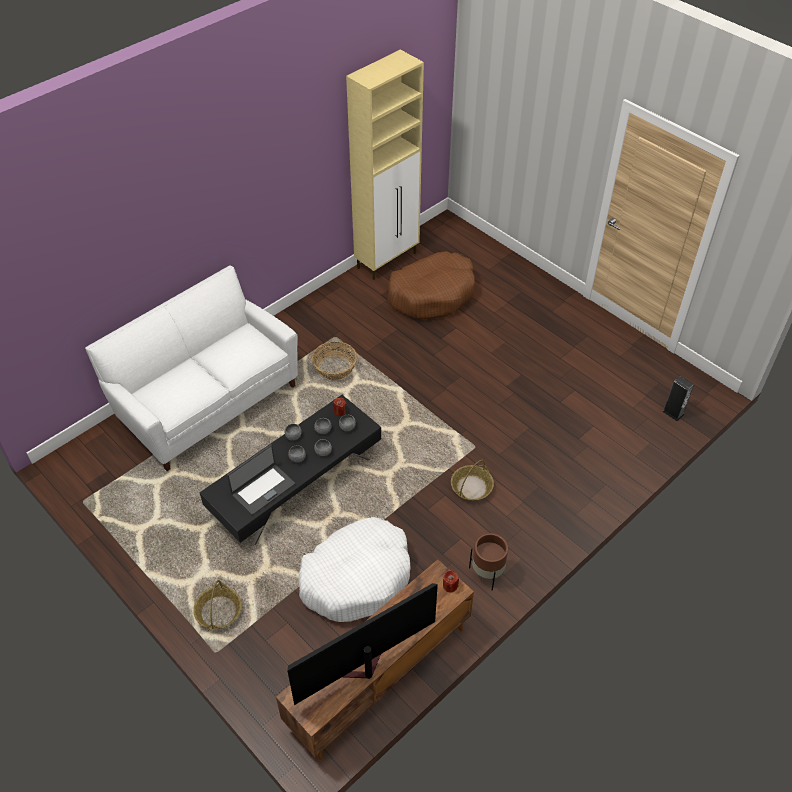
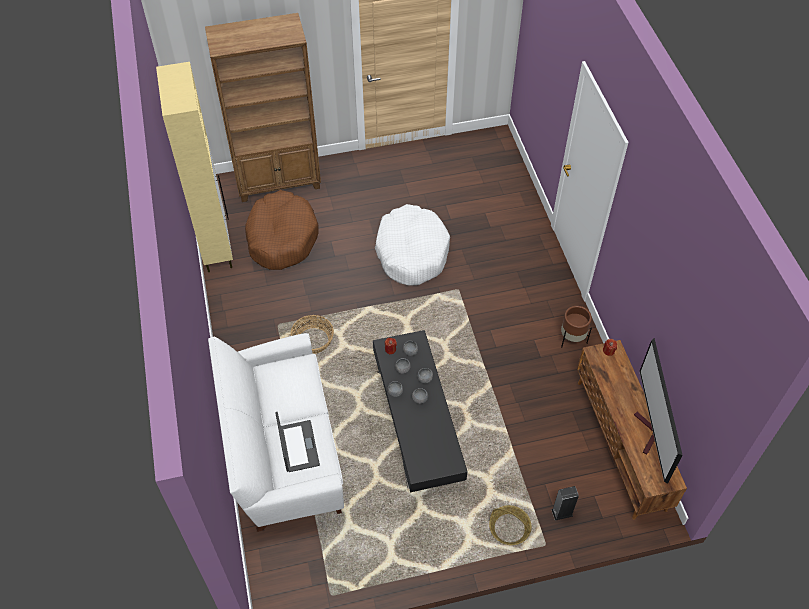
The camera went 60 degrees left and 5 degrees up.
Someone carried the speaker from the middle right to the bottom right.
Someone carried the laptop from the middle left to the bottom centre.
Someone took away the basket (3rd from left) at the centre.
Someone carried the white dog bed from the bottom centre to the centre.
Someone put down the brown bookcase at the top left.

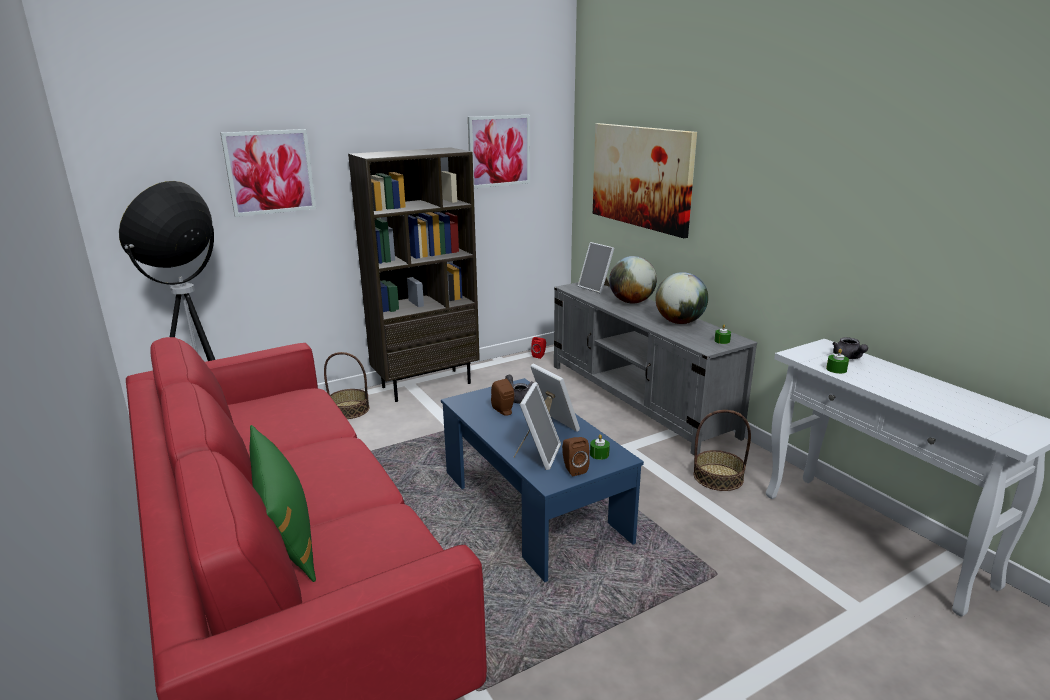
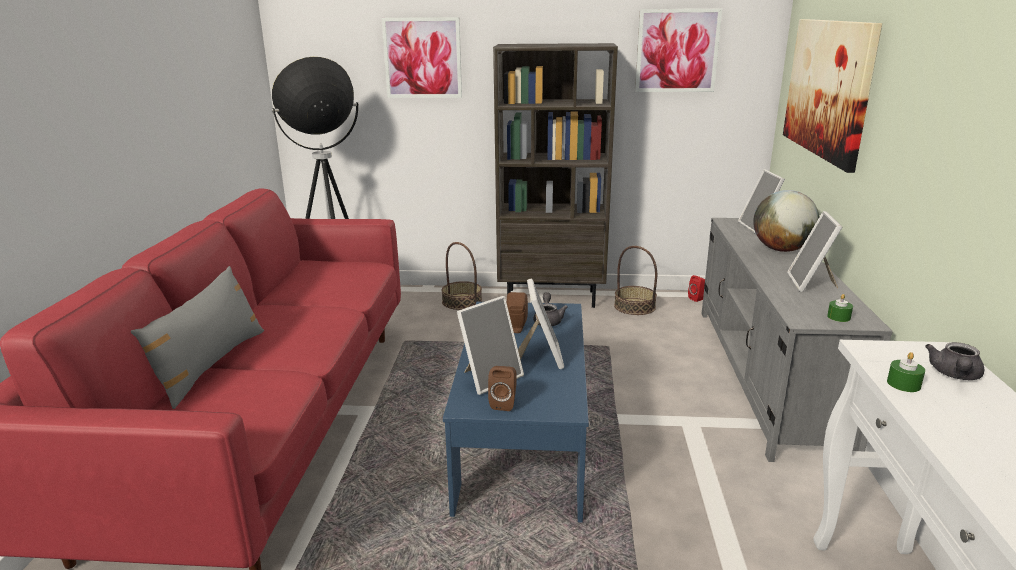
The camera went 35 degrees right and 0 degrees up.
Someone swapped the globe (2nd from left) at the centre for the picture frame (4th from left) at the middle right.
Someone carried the basket (2nd from left) from the middle right to the centre.
Someone repainted the green pillow at the bottom left, which became the grey pillow at the middle left.
Someone took away the green candle (1st from left) at the centre.

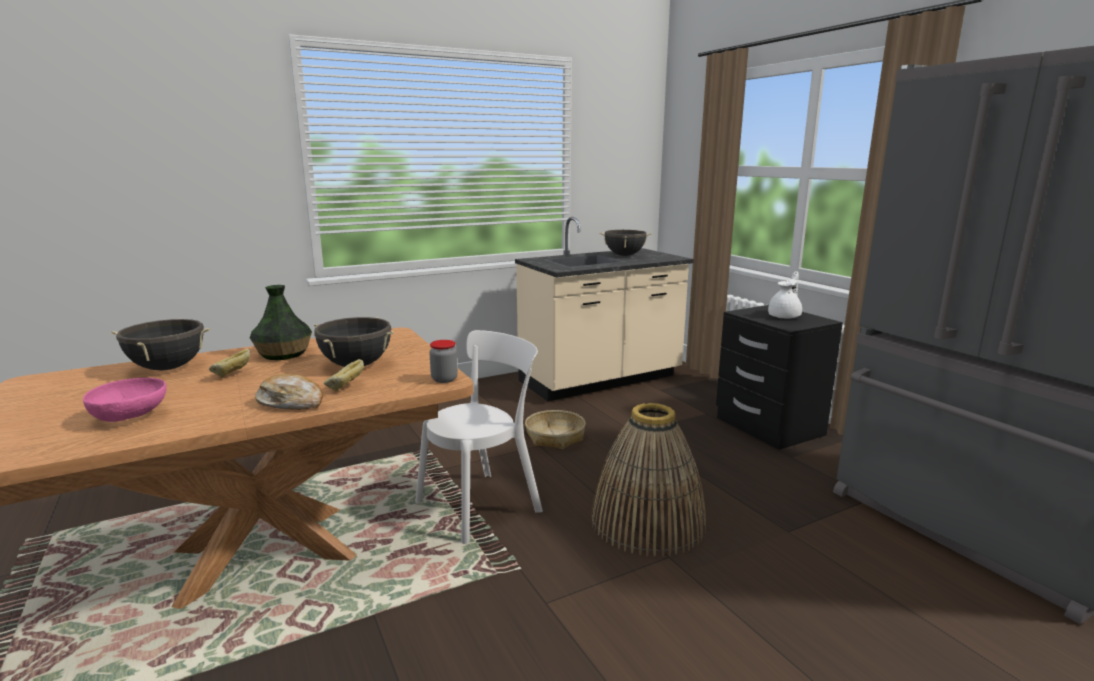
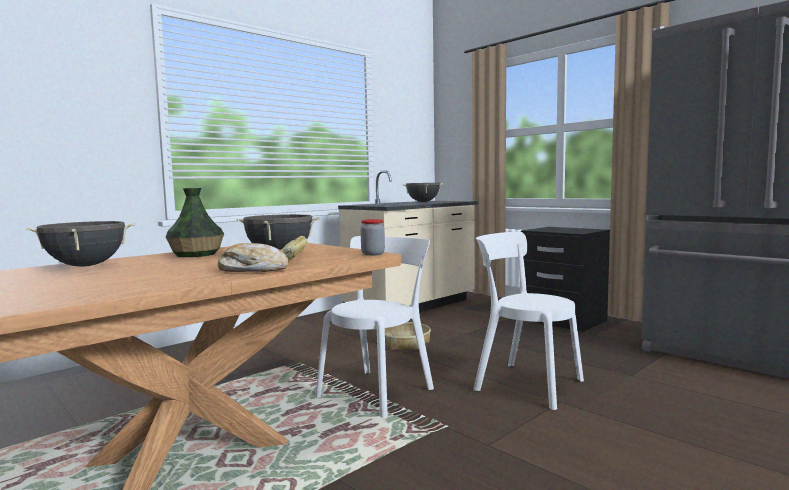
The camera went 15 degrees left and 10 degrees down.
Someone took away the white teapot at the middle right.
Someone took away the bread (1st from left) at the middle left.
Someone took away the pink bowl at the middle left.
Someone swapped the basket (2nd from left) at the bottom centre for the white chair (2nd from left) at the middle right.

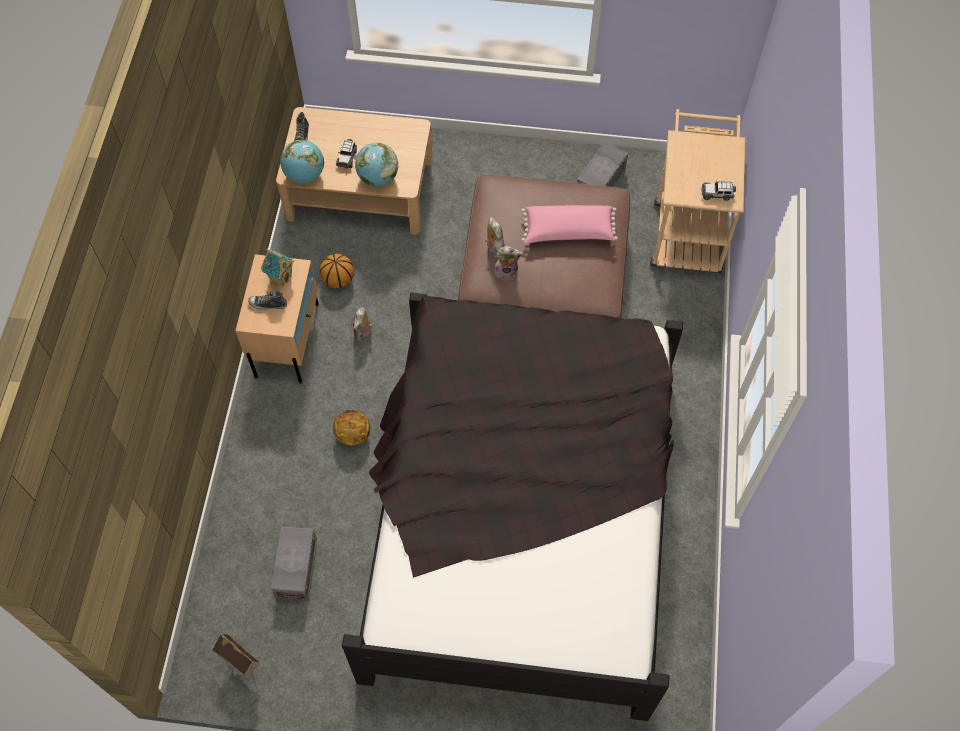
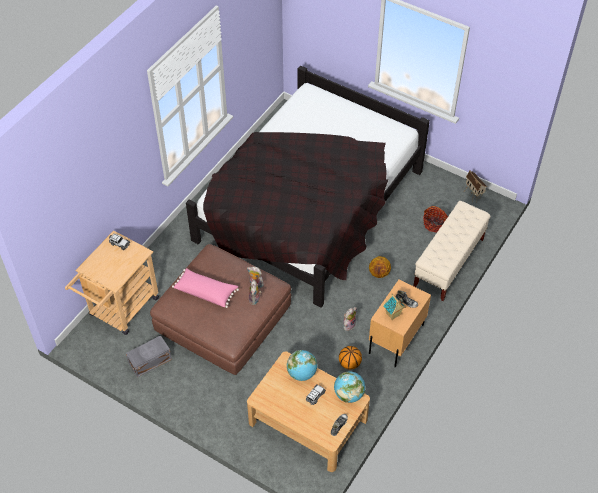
The camera went 155 degrees left and 10 degrees down.
Someone swapped the grey storage box (1st from left) at the bottom left for the basket at the middle right.
Someone put down the beige bench at the middle right.

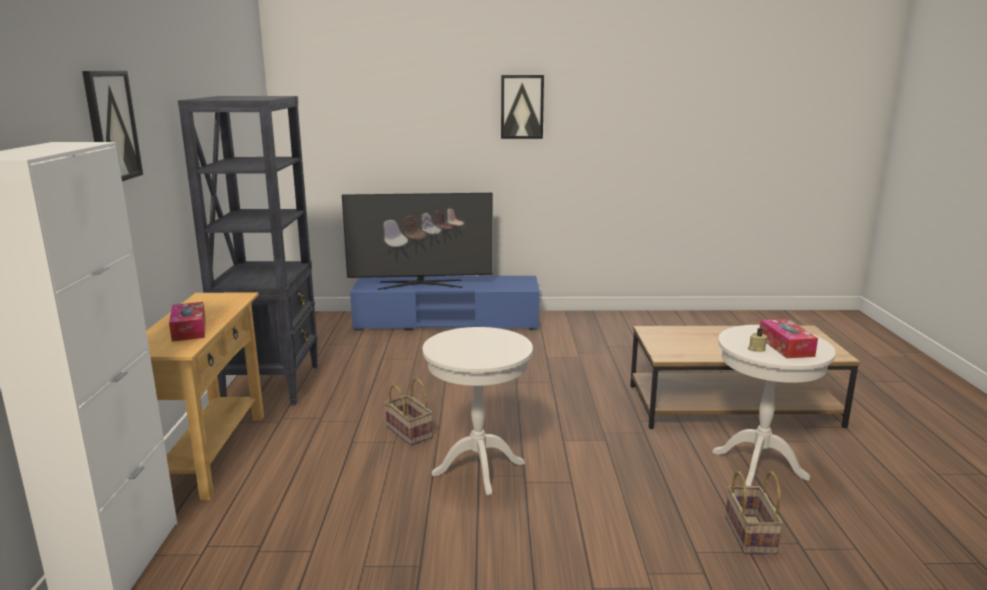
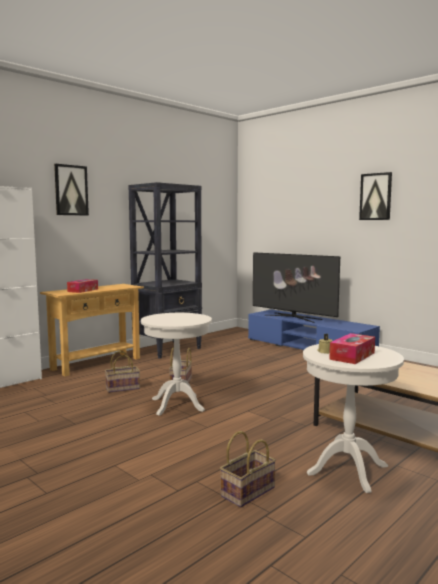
The camera went 45 degrees right and 10 degrees down.
Someone put down the basket (1st from left) at the middle left.

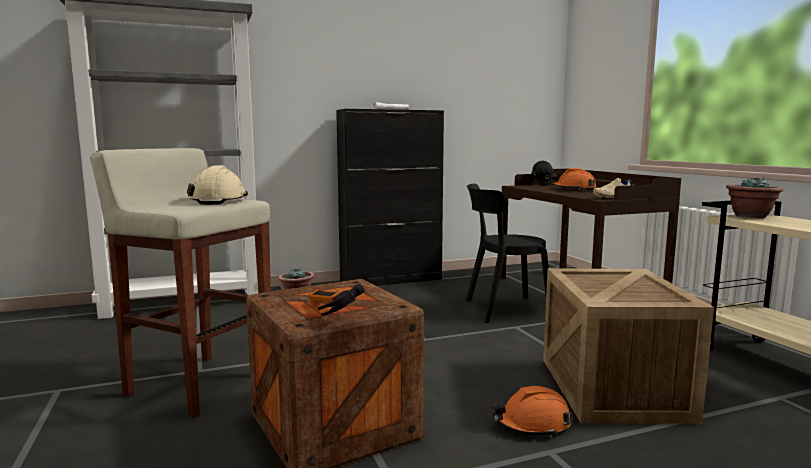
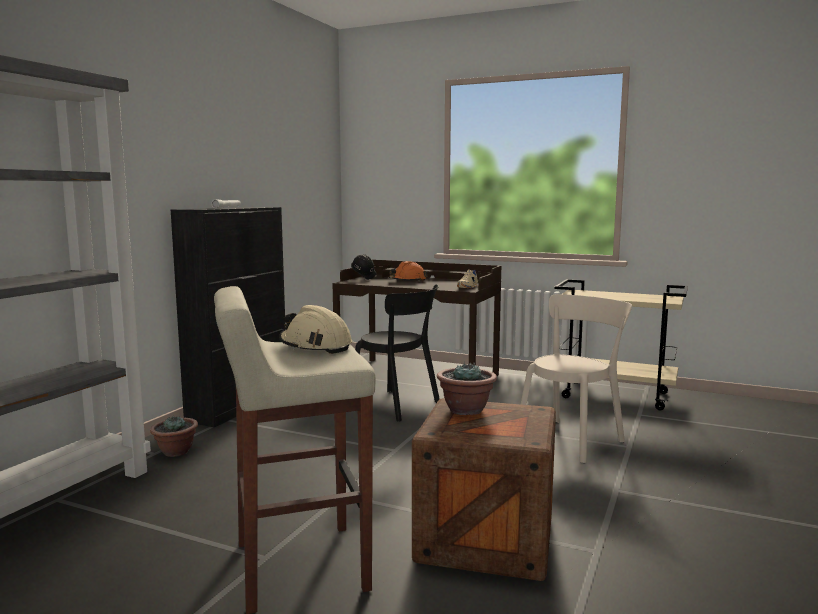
The camera went 45 degrees left and 0 degrees up.
Someone carried the potted plant (2nd from left) from the middle right to the centre.
Someone rotated the black chair at the centre by 90 degrees counterclockwise.
Someone swapped the crate (2nd from left) at the bottom right for the beige chair at the middle right.
Someone took away the hammer at the centre.
Someone took away the orange hard hat (1st from left) at the bottom centre.

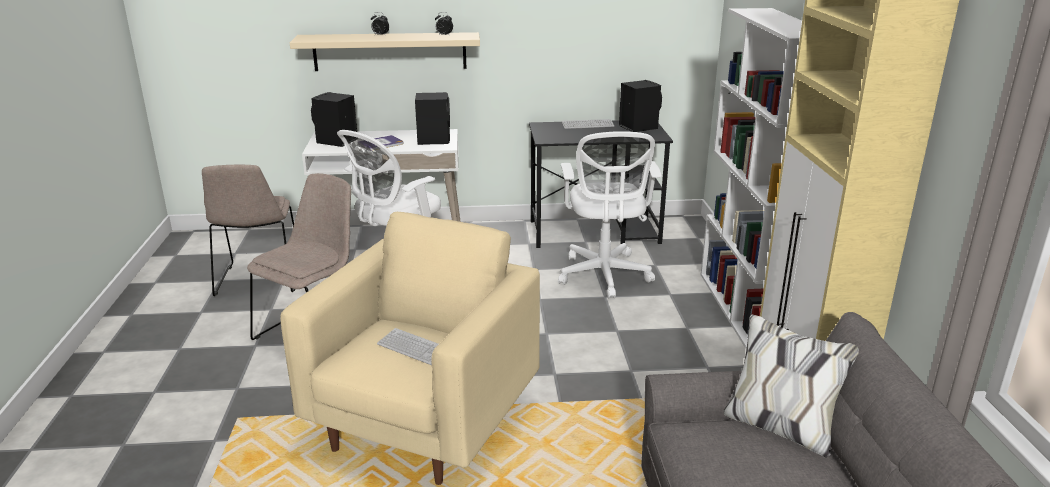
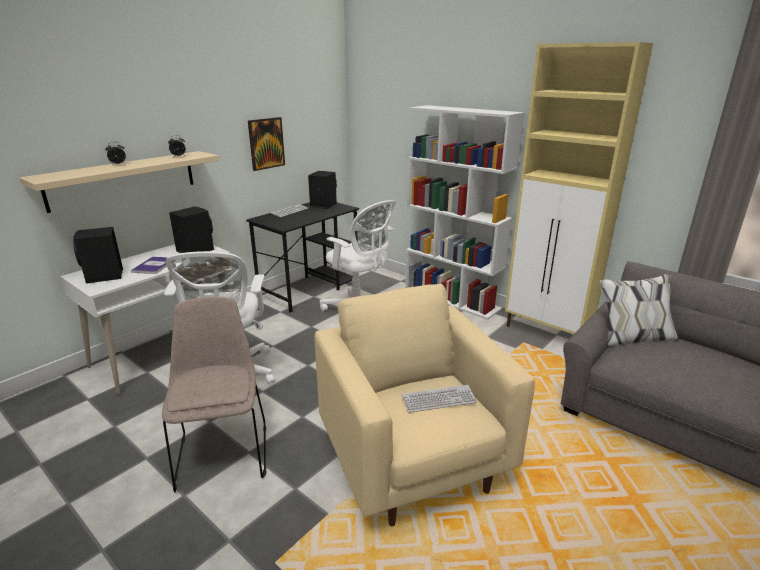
The camera went 45 degrees left and 0 degrees up.
Someone took away the beige chair (1st from left) at the middle left.
Someone put up the picture at the top centre.

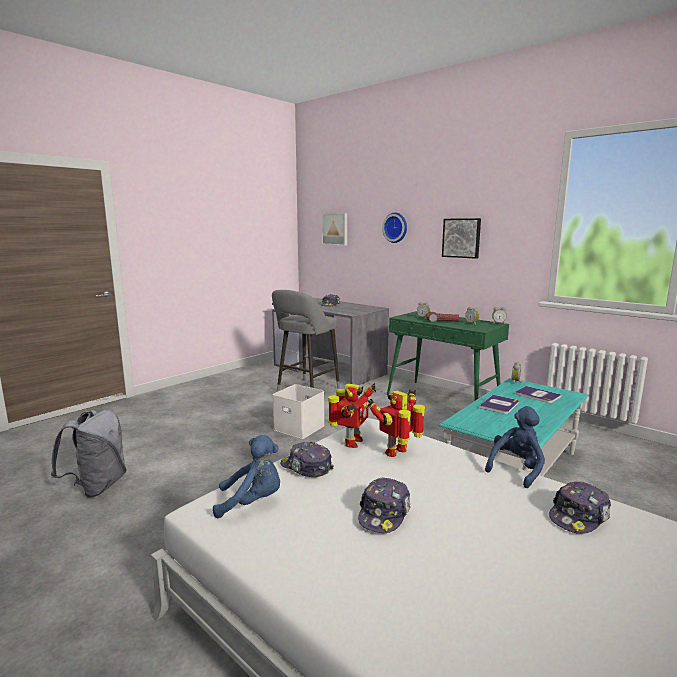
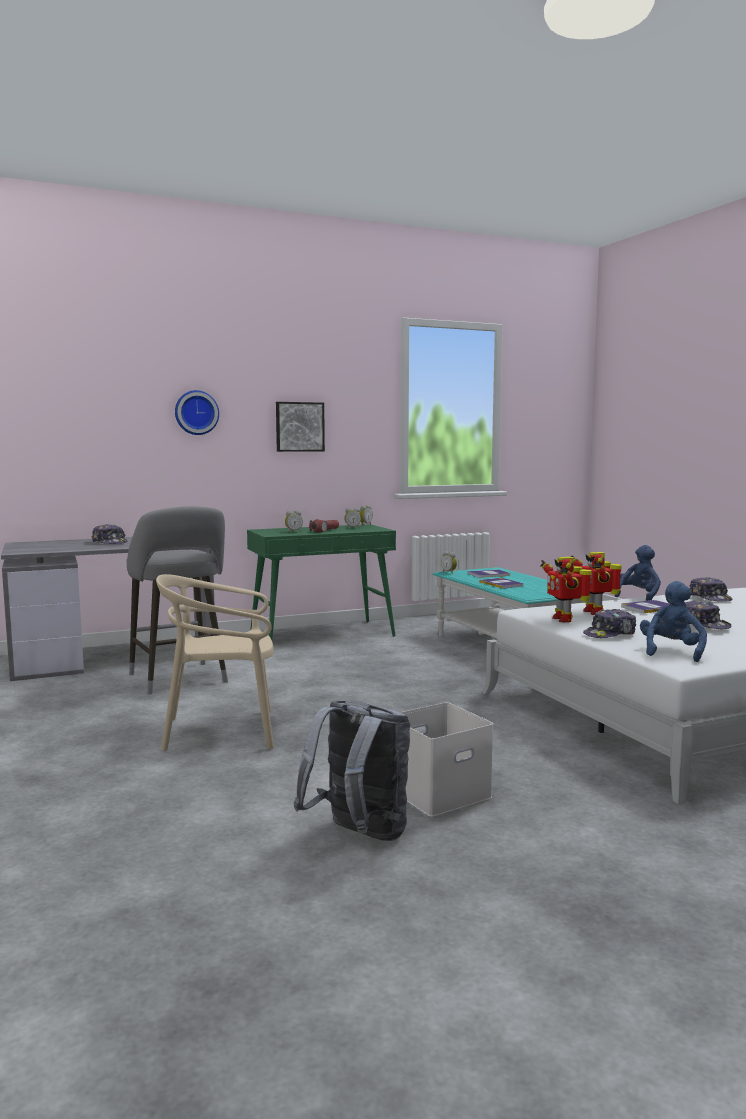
The camera went 65 degrees left and 5 degrees down.
Someone took away the picture (1st from left) at the centre.
Someone rotated the toy robot (1st from left) at the centre by 150 degrees counterclockwise.
Someone carried the white storage box from the centre to the bottom centre.
Someone rotated the blue plush toy (2nd from left in the first image) at the middle right by 60 degrees clockwise.
Someone put down the beige chair at the middle left.
Someone put down the book (3rd from left) at the middle right.

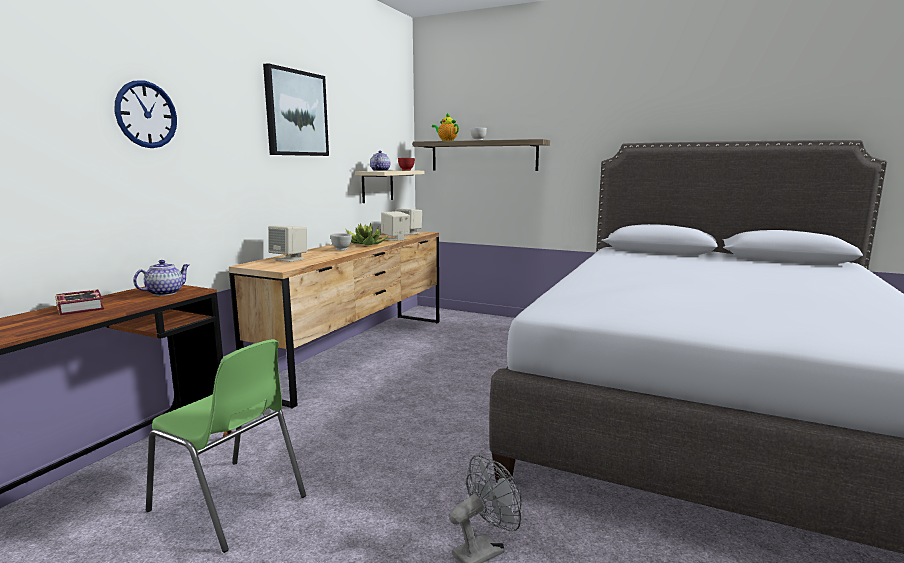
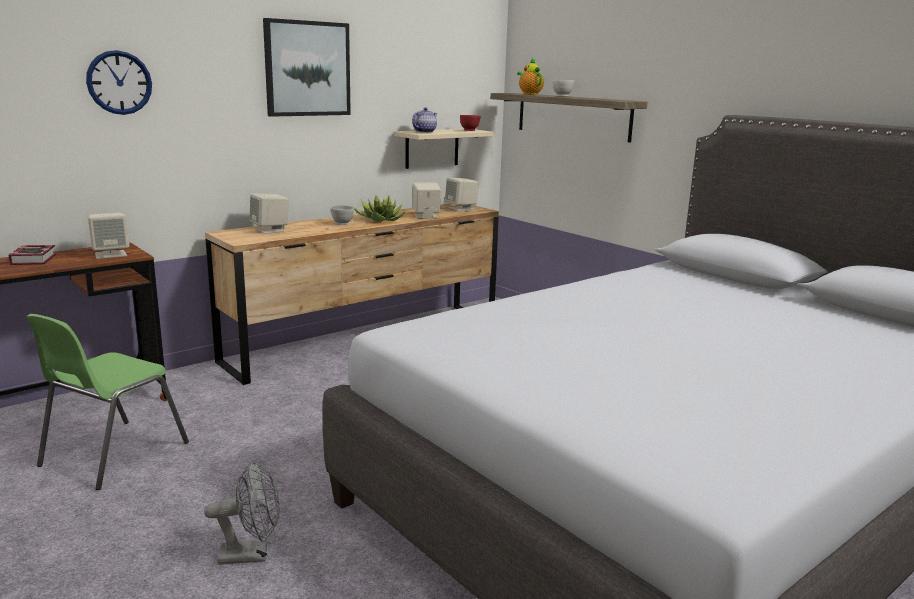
The camera went 25 degrees right and 5 degrees up.
Someone swapped the teapot (1st from left) at the middle left for the beige speaker (1st from left) at the middle left.
Someone rotated the green chair at the bottom left by 60 degrees clockwise.

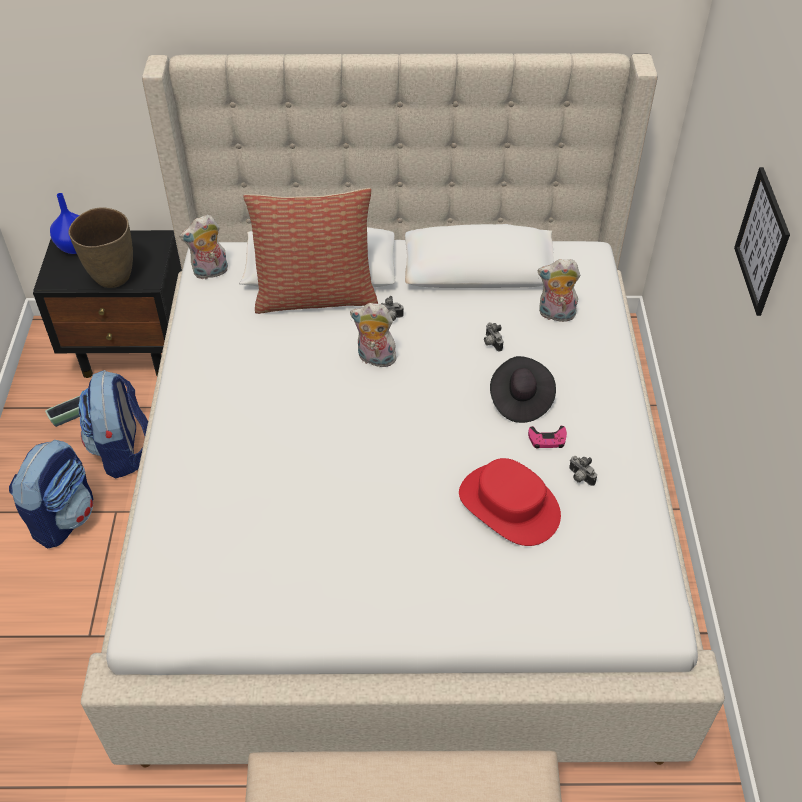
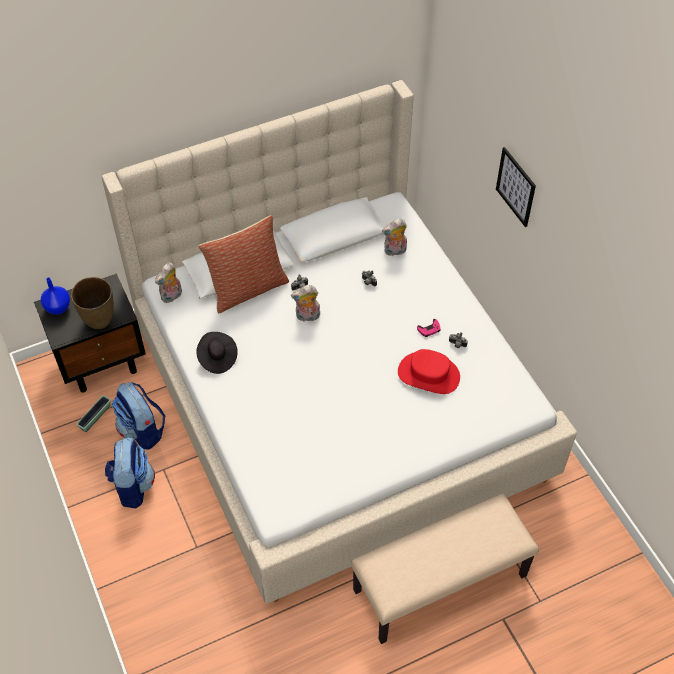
The camera went 25 degrees left and 5 degrees up.
Someone carried the black hat from the centre to the middle left.

